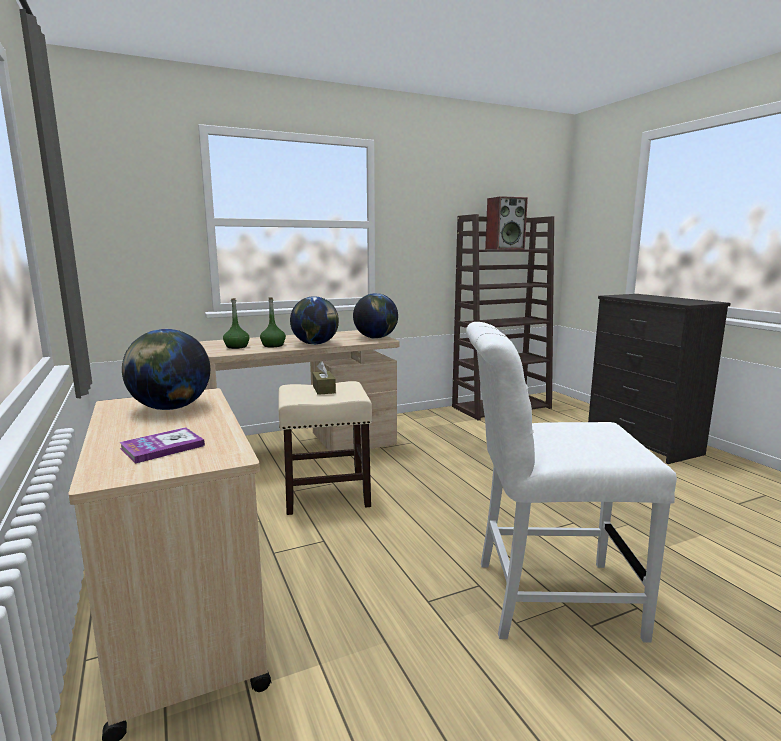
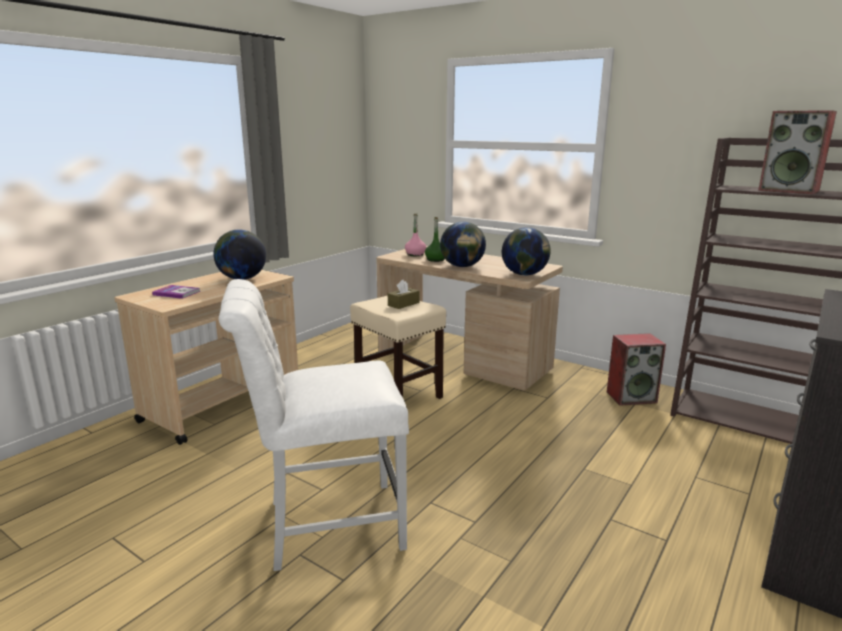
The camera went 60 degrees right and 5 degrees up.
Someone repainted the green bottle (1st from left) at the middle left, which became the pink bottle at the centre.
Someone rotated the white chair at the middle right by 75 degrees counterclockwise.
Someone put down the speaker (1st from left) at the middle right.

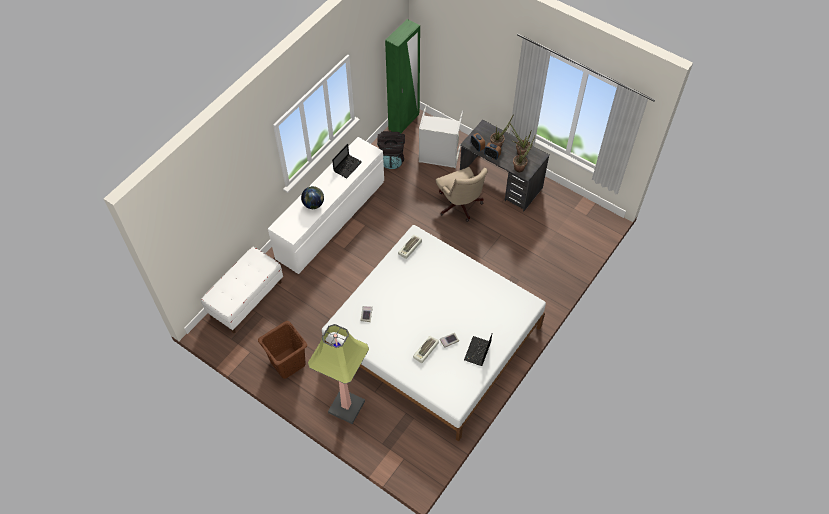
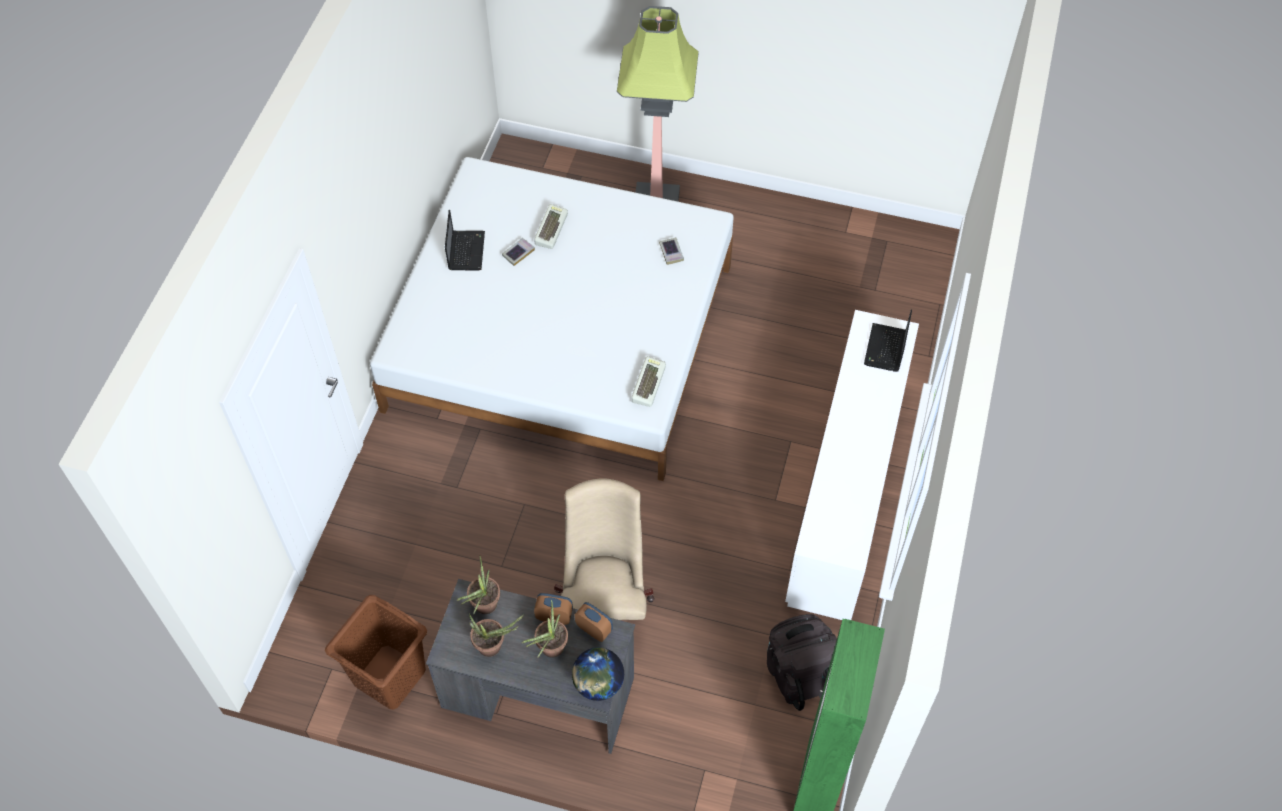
The camera went 160 degrees right and 0 degrees up.
Someone took away the grey laundry basket at the top centre.
Someone carried the laptop (1st from left in the first image) from the top centre to the middle right.
Someone rotated the beige office chair at the centre by 45 degrees clockwise.
Someone carried the globe from the centre to the bottom centre.
Someone took away the white bench at the middle left.
Someone carried the brown laundry basket from the bottom centre to the bottom left.

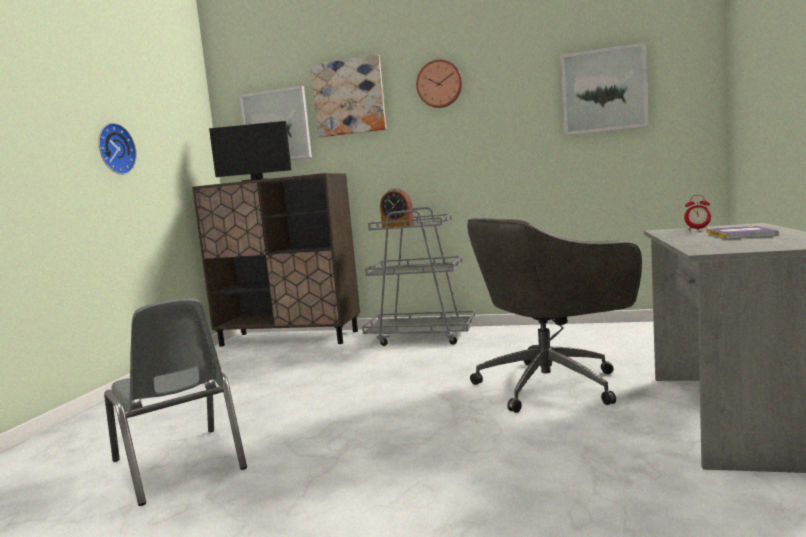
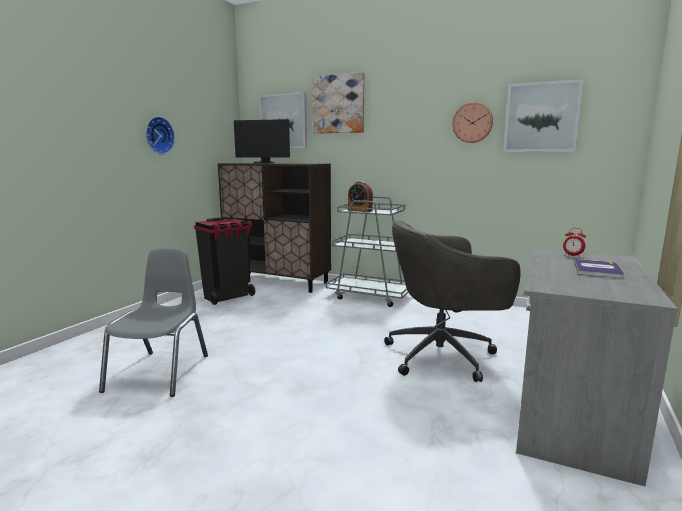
The camera went 10 degrees right and 5 degrees up.
Someone carried the wall clock (2nd from left) from the top centre to the top right.
Someone rotated the grey chair at the bottom left by 150 degrees counterclockwise.
Someone put down the black trash can at the middle left.

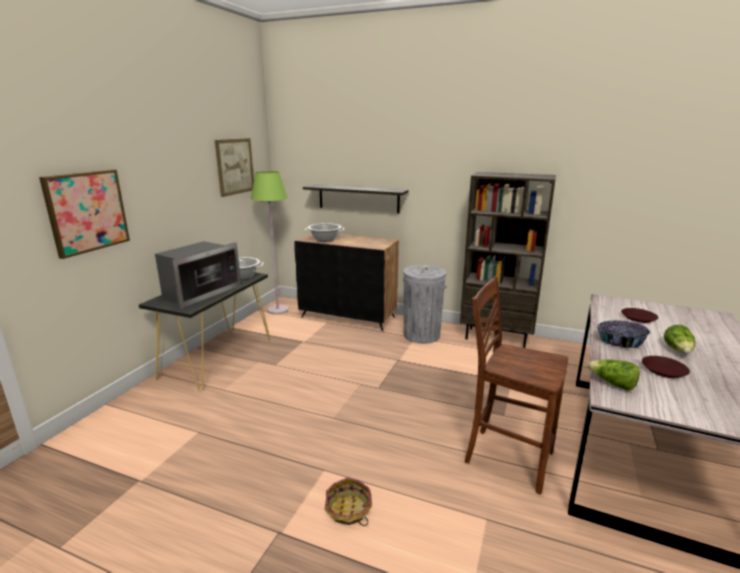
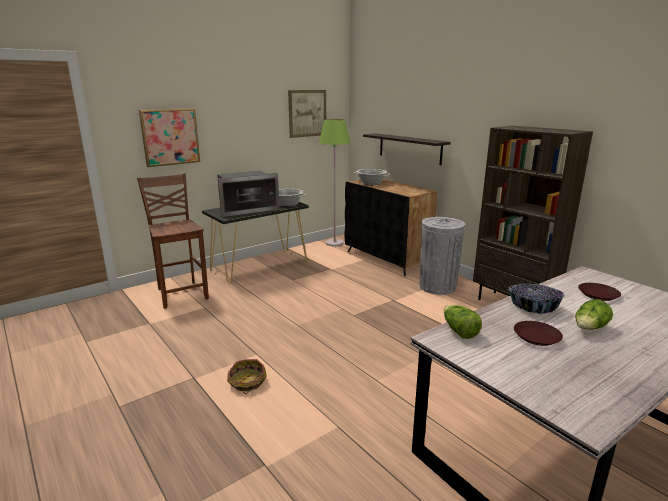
The camera went 30 degrees right and 0 degrees up.
Someone carried the brown chair from the bottom right to the middle left.

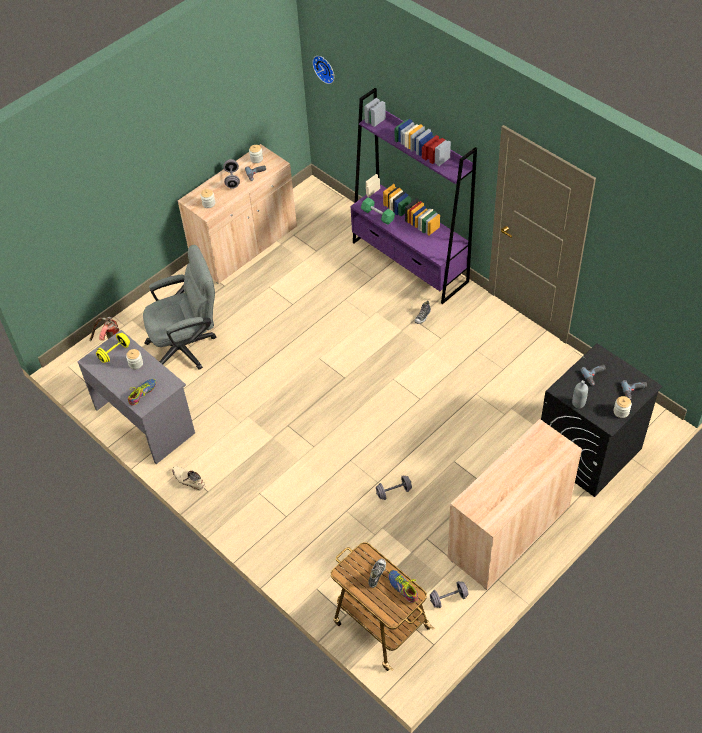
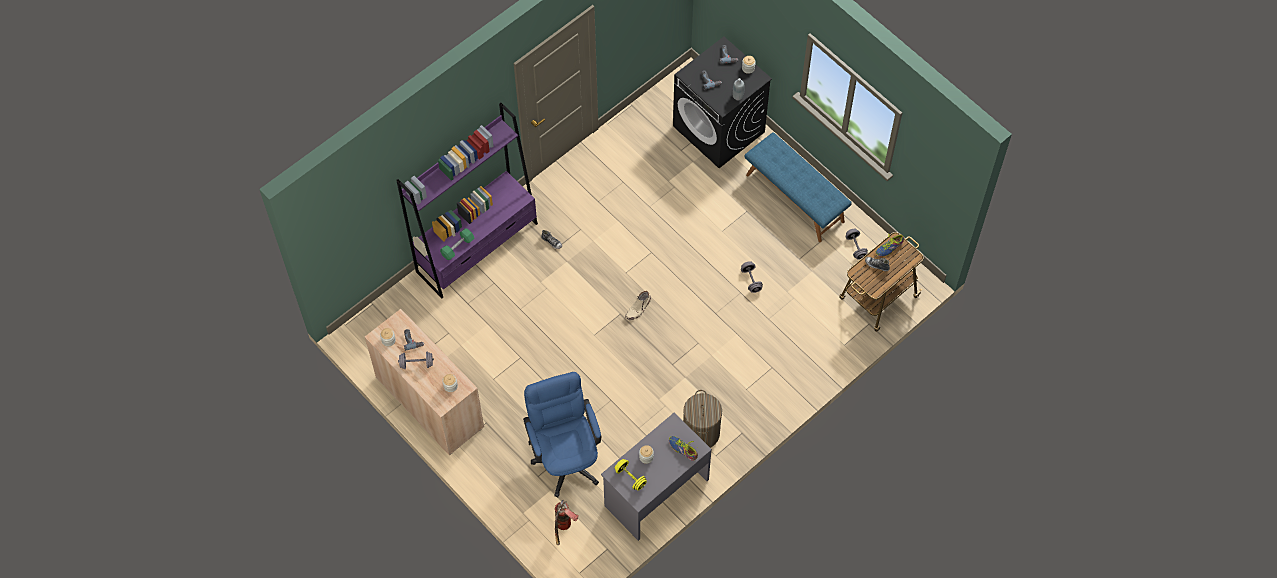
The camera went 90 degrees left and 10 degrees up.
Someone took away the wall clock at the top centre.
Someone repainted the grey office chair at the middle left, which became the blue office chair at the bottom centre.
Someone swapped the beige cabinet (2nd from left) at the bottom right for the blue bench at the top centre.
Someone carried the beige boot from the middle left to the centre.
Someone put down the laundry basket at the bottom centre.

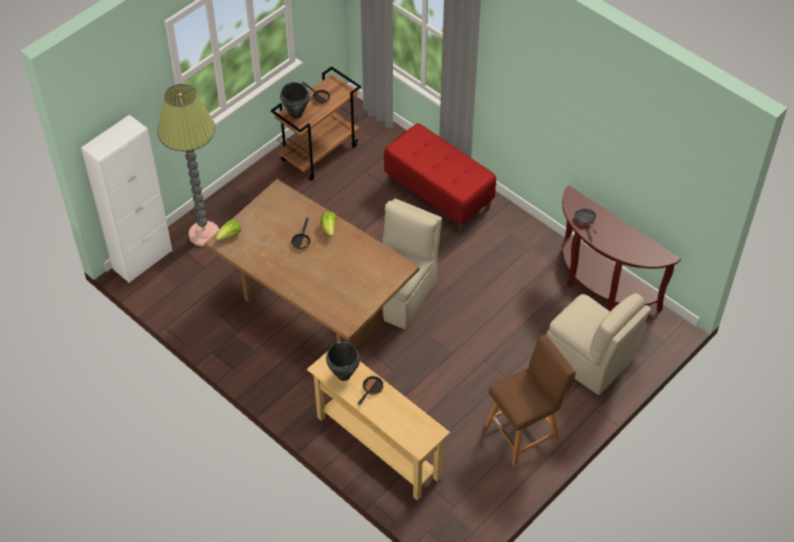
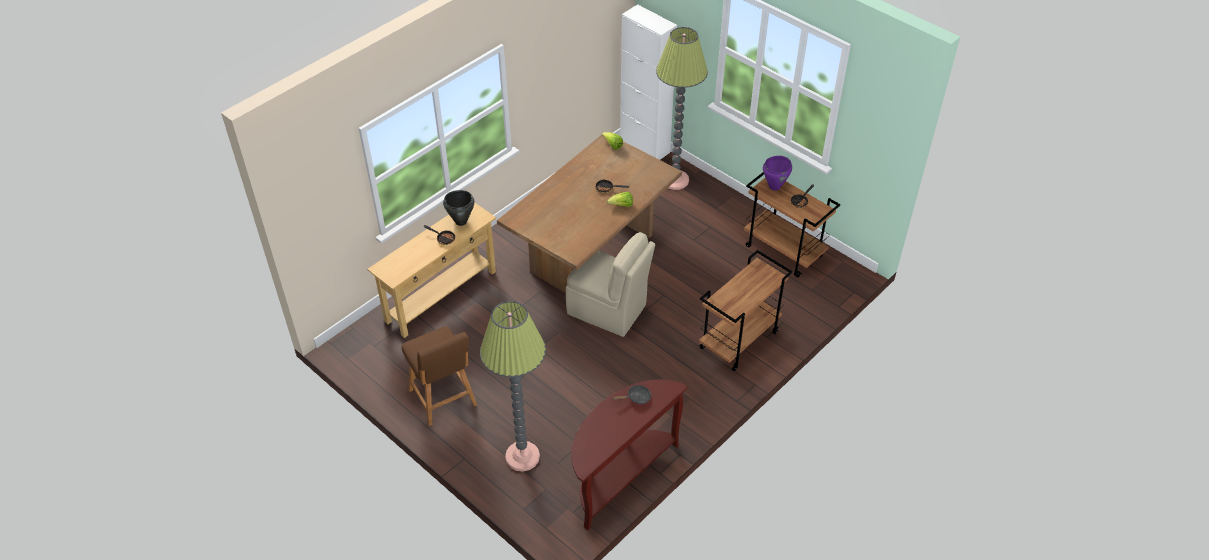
The camera went 90 degrees right and 5 degrees down.
Someone repainted the black cooking pot (1st from left) at the top centre, which became the purple cooking pot at the top centre.
Someone swapped the red bench at the top centre for the brown cart (1st from left) at the centre.
Someone swapped the beige chair (2nd from left) at the middle right for the floor lamp (1st from left) at the bottom centre.

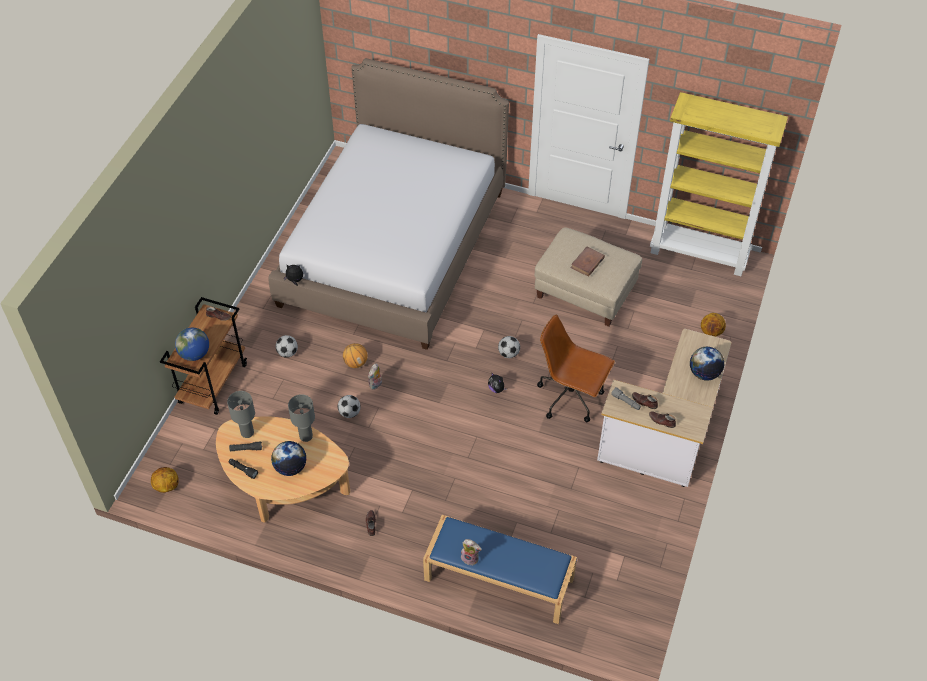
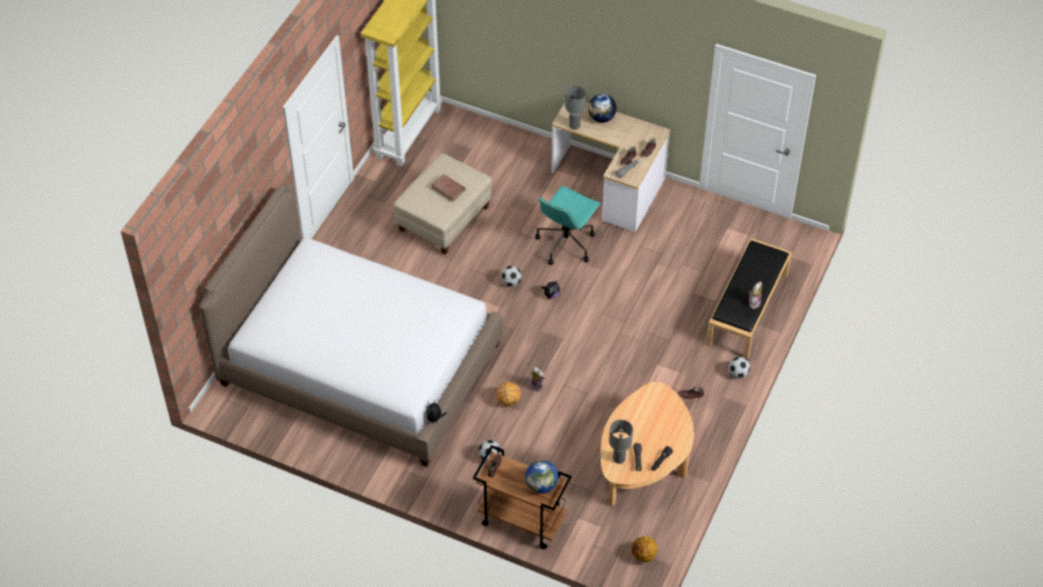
The camera went 85 degrees left and 0 degrees up.
Someone took away the basketball (3rd from left) at the middle right.
Someone repainted the brown office chair at the centre, which became the turquoise office chair at the centre.
Someone carried the grey table lamp (2nd from left in the first image) from the middle left to the top centre.
Someone carried the football (2nd from left in the first image) from the centre to the middle right.
Someone took away the globe (2nd from left) at the bottom left.
Someone repainted the blue bench at the bottom centre, which became the black bench at the middle right.

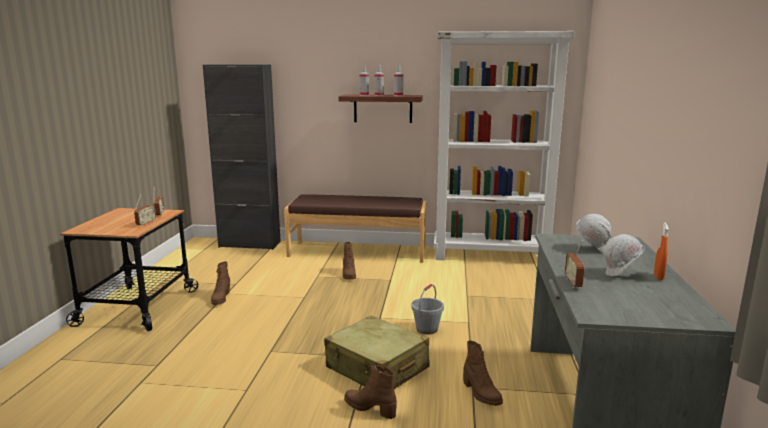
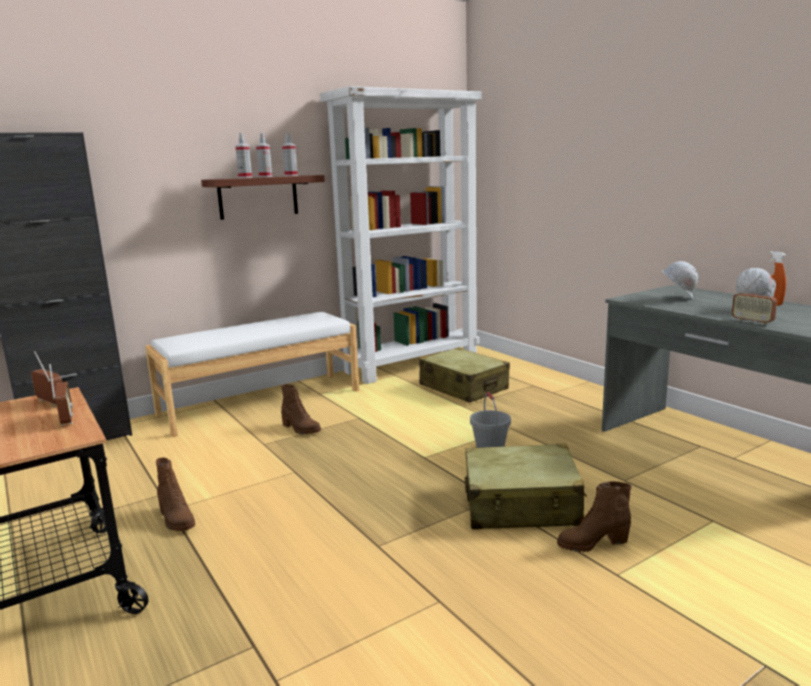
The camera went 40 degrees left and 0 degrees up.
Someone repainted the brown bench at the centre, which became the white bench at the middle left.
Someone took away the brown boot (4th from left) at the bottom centre.
Someone put down the beige suitcase (1st from left) at the centre.

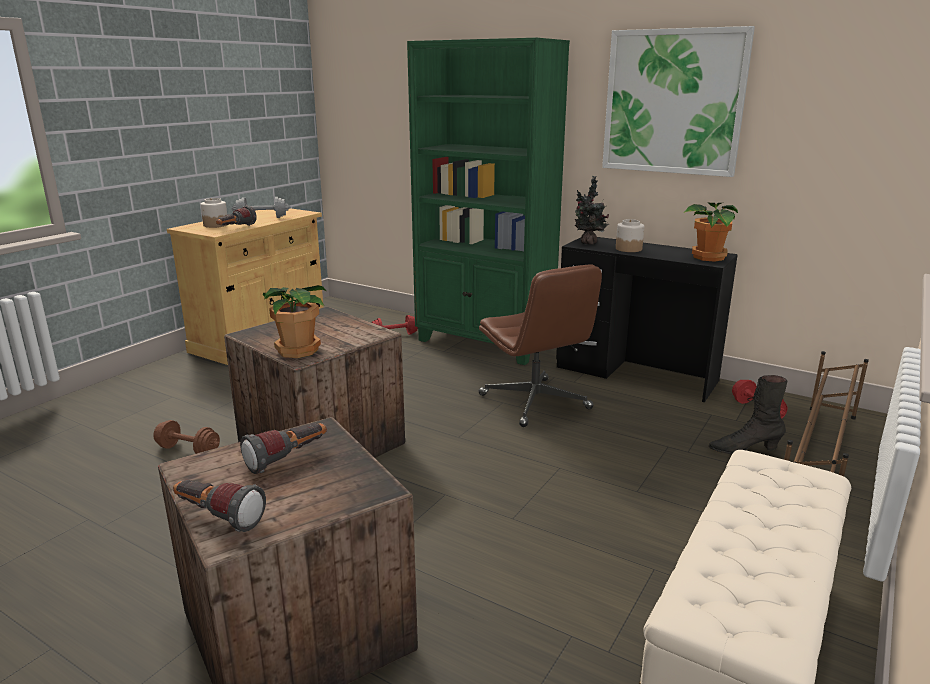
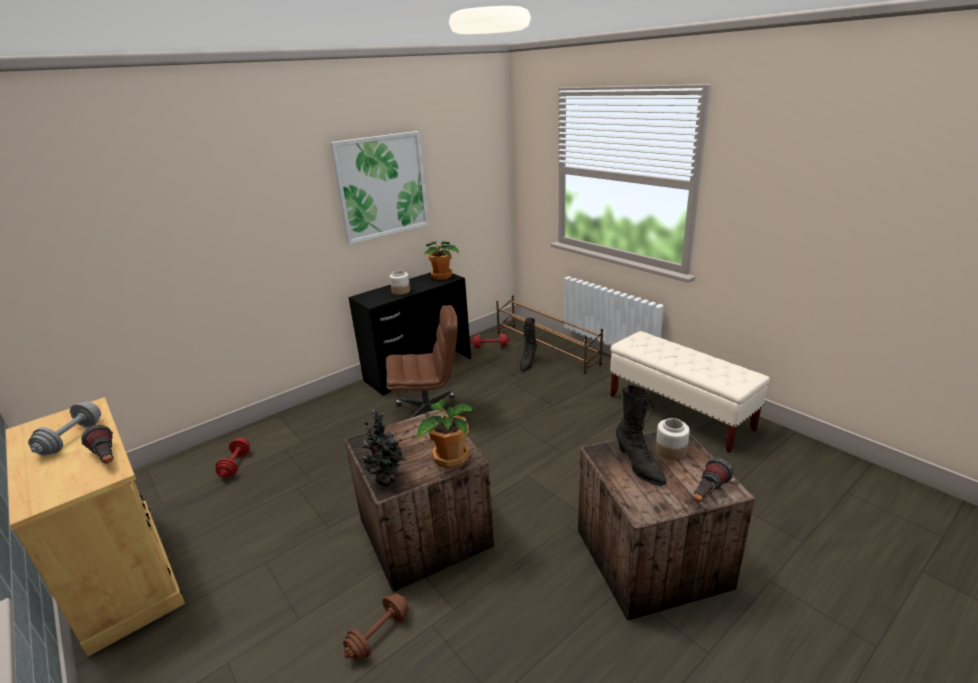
The camera went 70 degrees left and 5 degrees up.
Someone took away the green bookcase at the top centre.
Someone carried the potted plant (2nd from left in the first image) from the top centre to the centre.
Someone carried the jar (1st from left in the first image) from the top left to the middle right.
Someone swapped the flashlight (3rd from left) at the middle left for the black boot (2nd from left) at the centre.

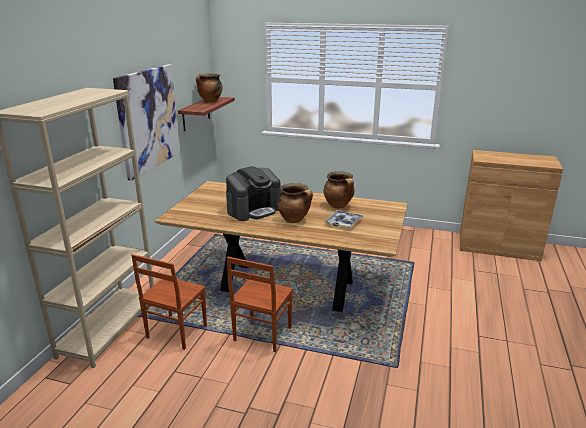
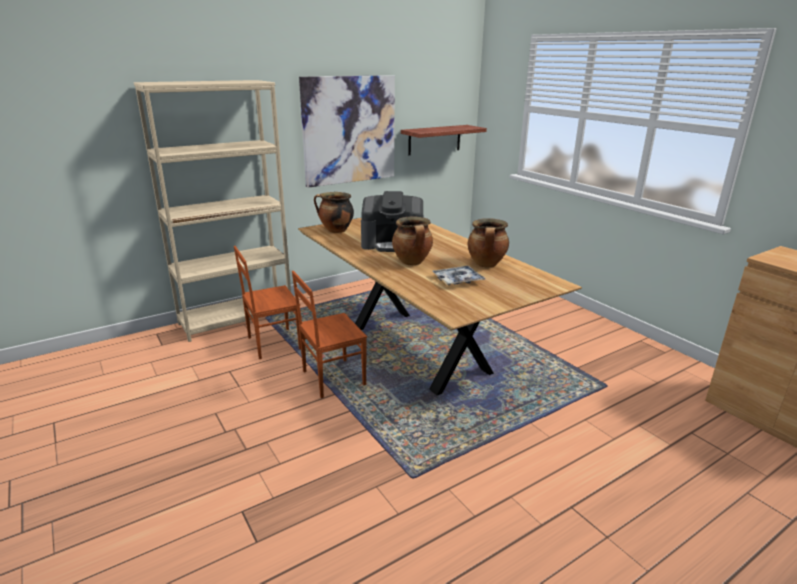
The camera went 40 degrees right and 0 degrees up.
Someone carried the cooking pot (1st from left) from the top centre to the centre.

